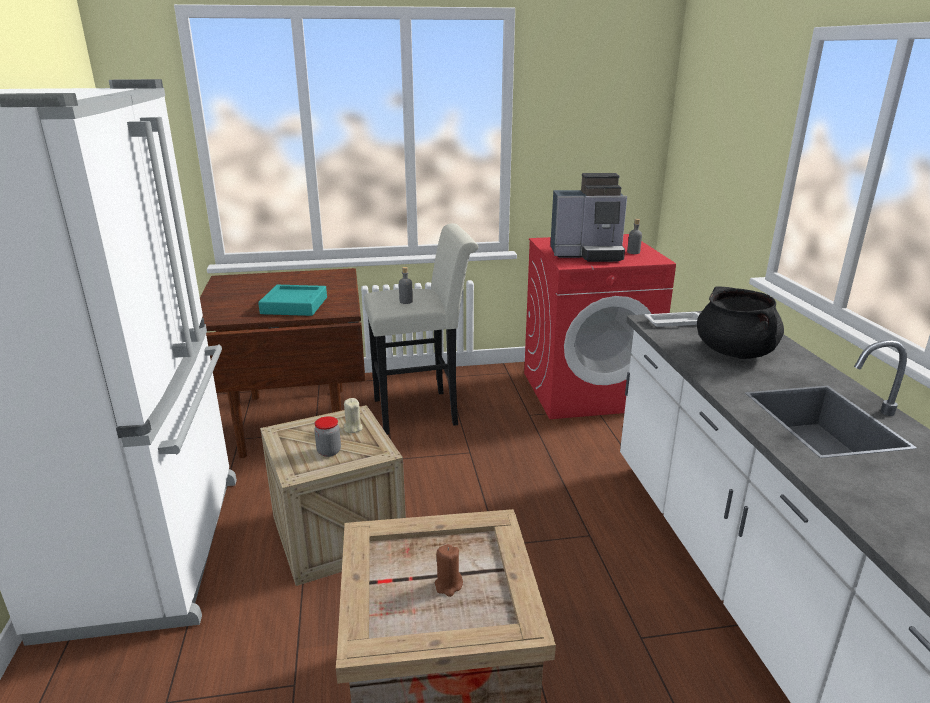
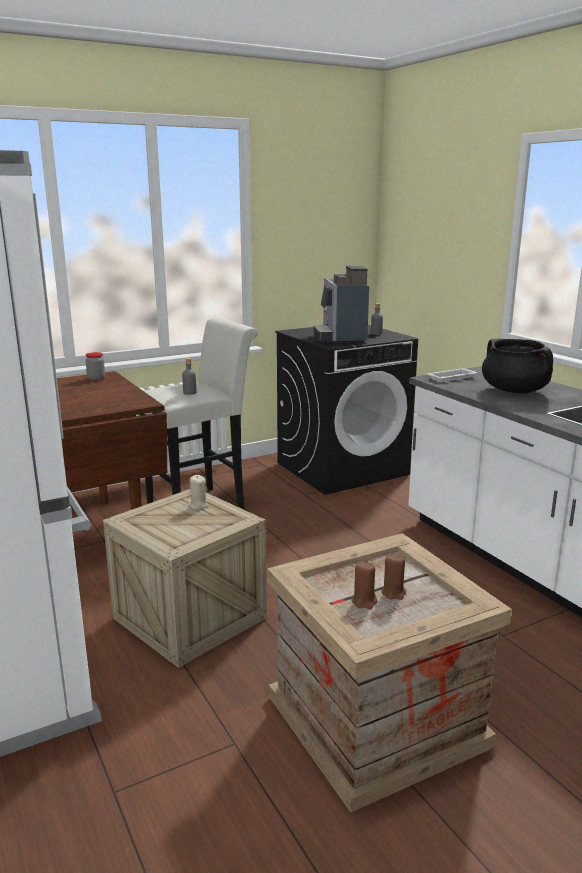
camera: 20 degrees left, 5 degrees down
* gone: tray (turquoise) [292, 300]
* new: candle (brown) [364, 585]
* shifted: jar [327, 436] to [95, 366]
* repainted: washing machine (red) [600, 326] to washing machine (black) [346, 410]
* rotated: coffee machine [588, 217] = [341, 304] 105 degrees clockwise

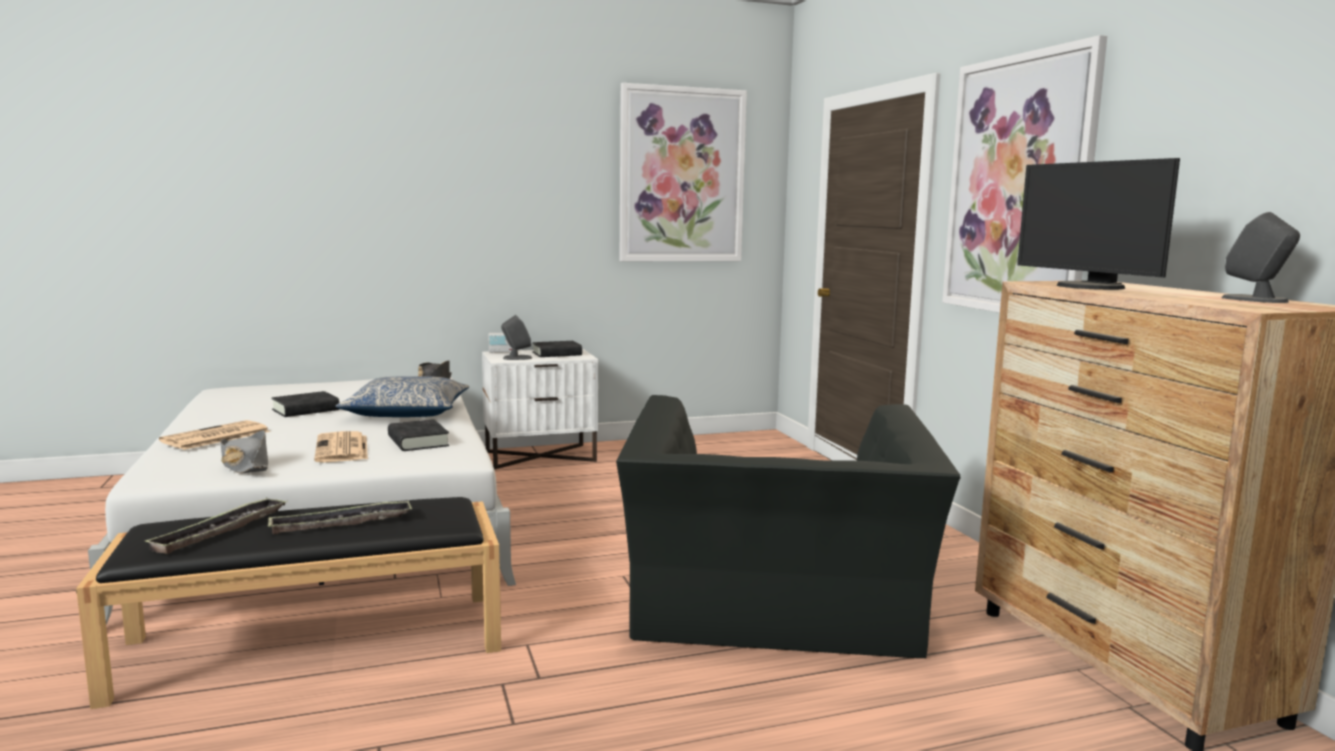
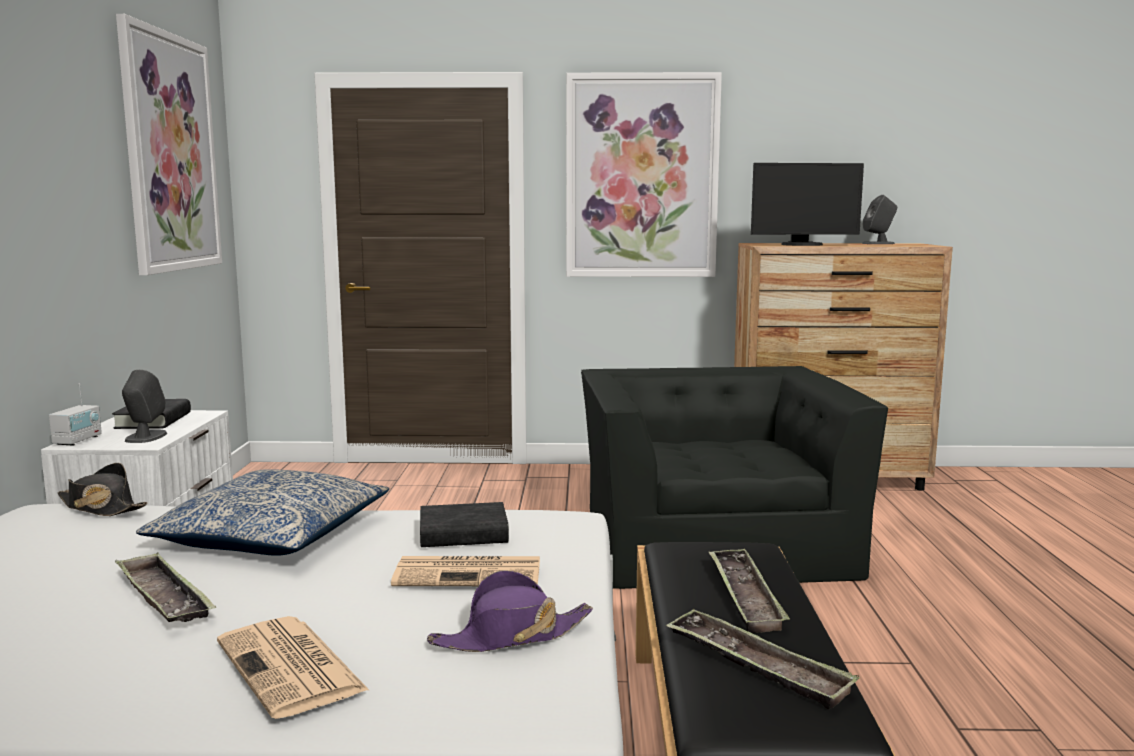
camera: 70 degrees left, 0 degrees up
* swapped: book (black) [305, 404] to tray [165, 587]
* repainted: hat (grey) [244, 452] to hat (purple) [510, 611]
* rotated: armchair (black) [788, 526] = [734, 477] 120 degrees counterclockwise

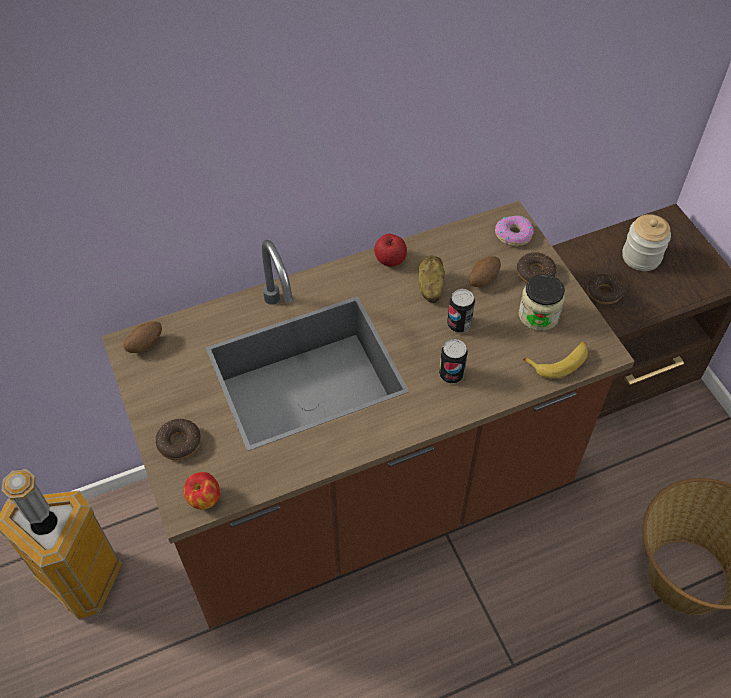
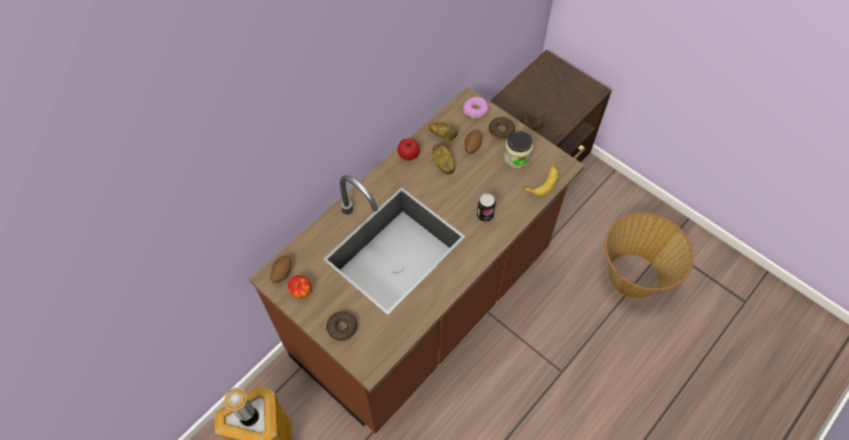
camera: 25 degrees left, 5 degrees up
* gone: can [461, 311]
* gone: jar [646, 242]
* new: potato [443, 132]
* shifted: apple [202, 490] to [300, 287]

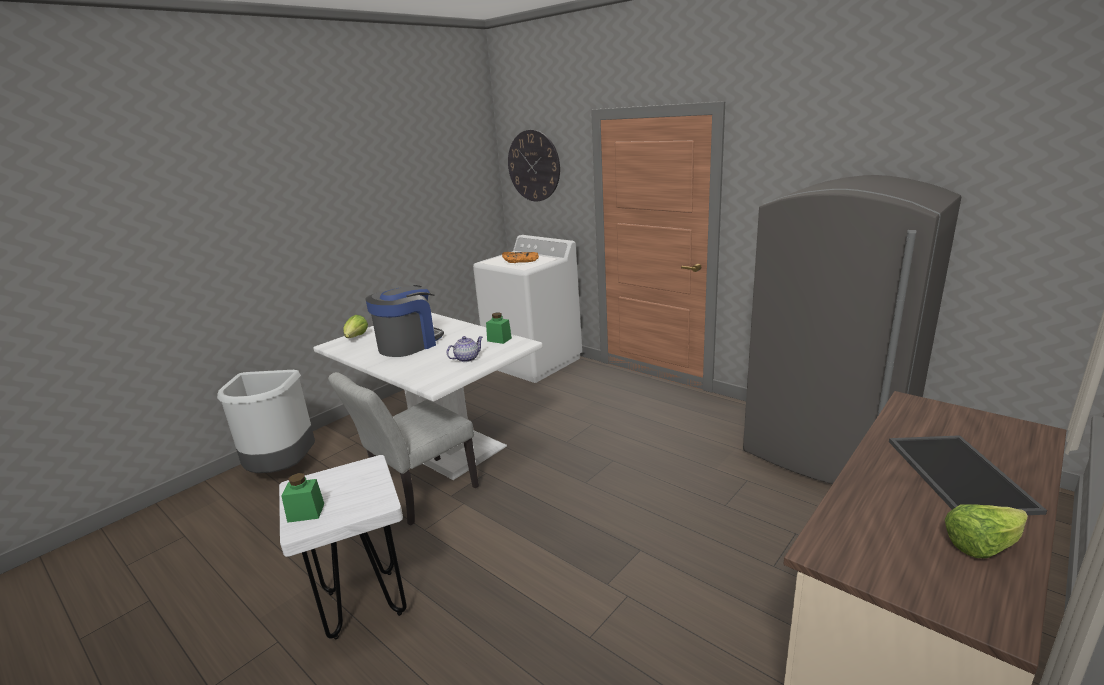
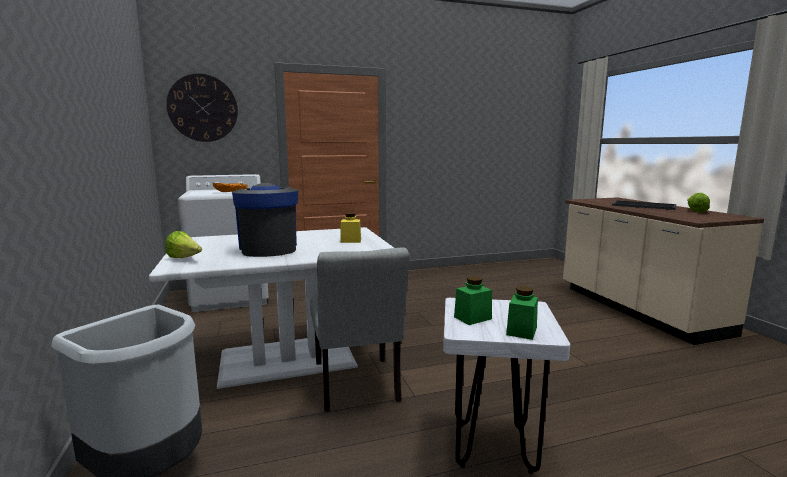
camera: 60 degrees left, 10 degrees down
* gone: fridge (grey) [852, 329]
* shifted: jar (green) [499, 328] to [473, 300]
* swapped: teapot [465, 349] to jar (yellow) [350, 228]

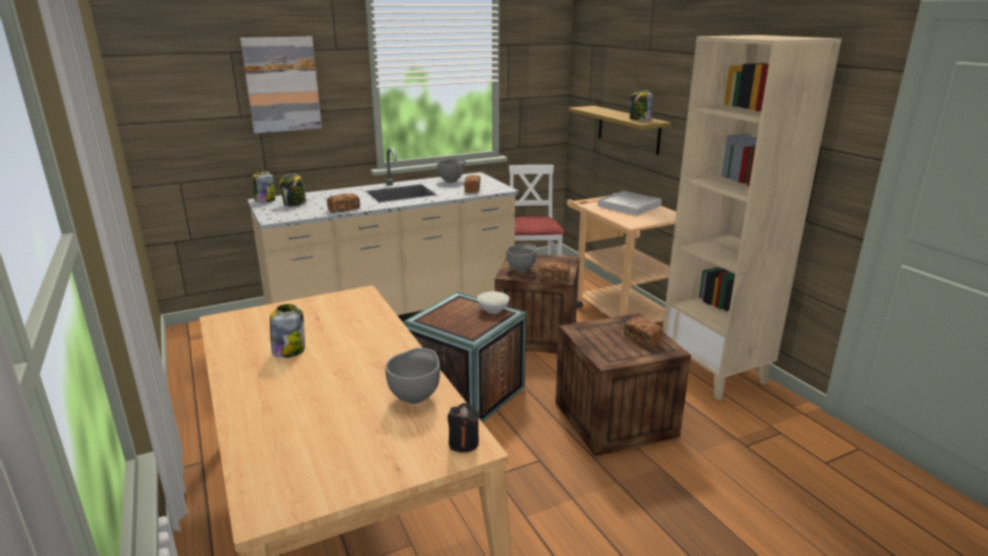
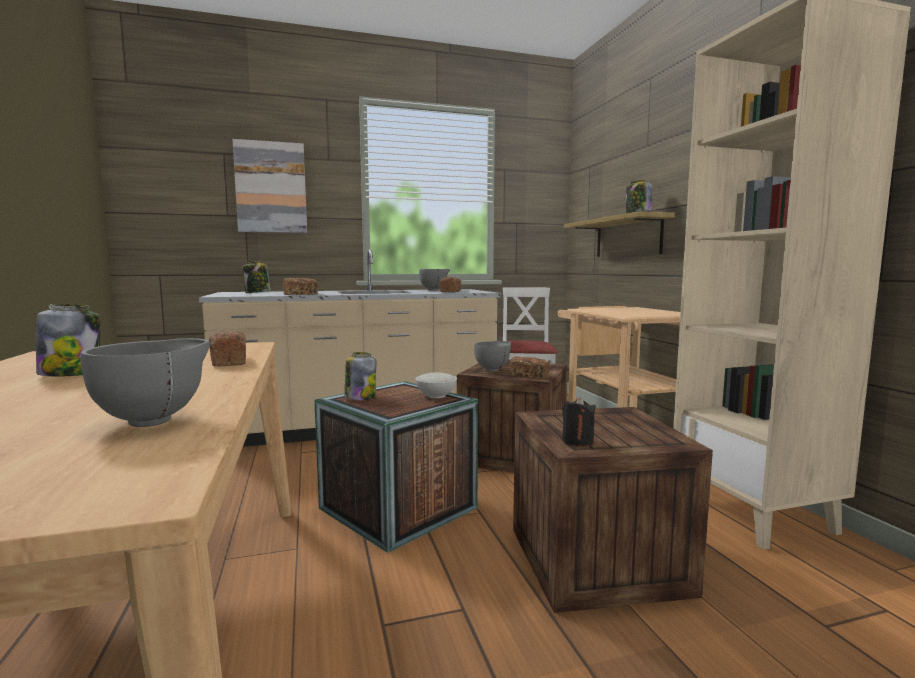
camera: 10 degrees right, 15 degrees down
* gone: tray (white) [630, 203]
* shifted: jar [264, 186] to [360, 376]
* shifted: candle (black) [463, 428] to [579, 421]
* shifted: bread [643, 332] to [227, 349]

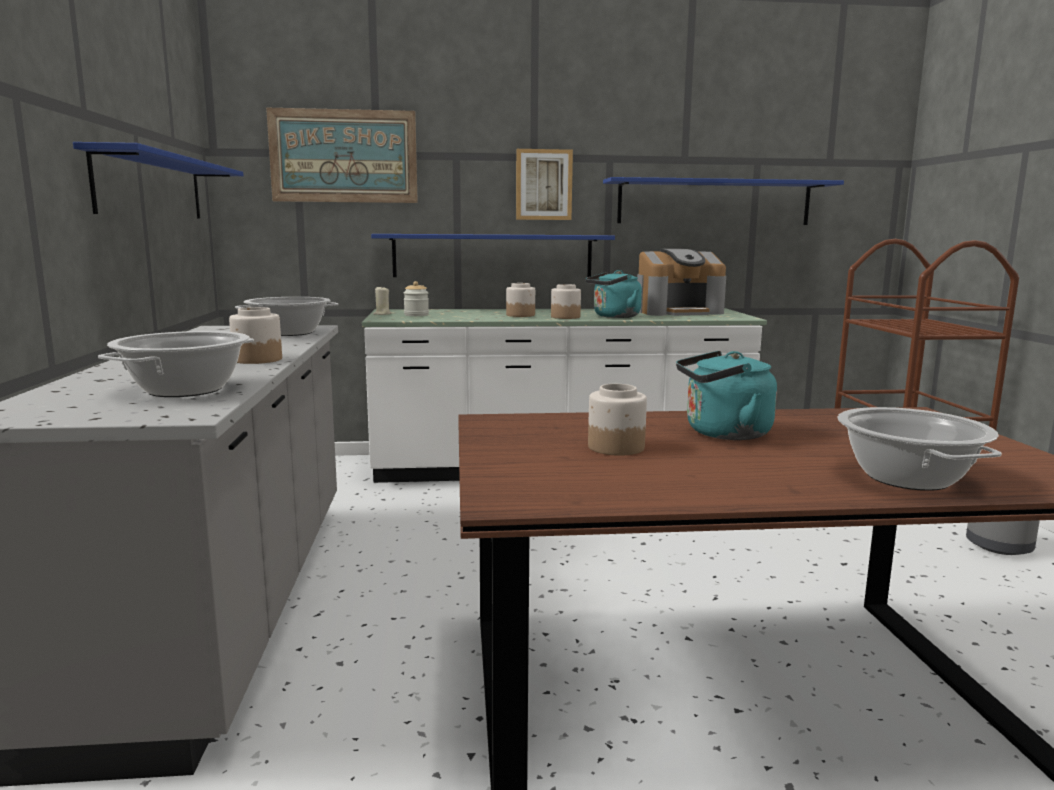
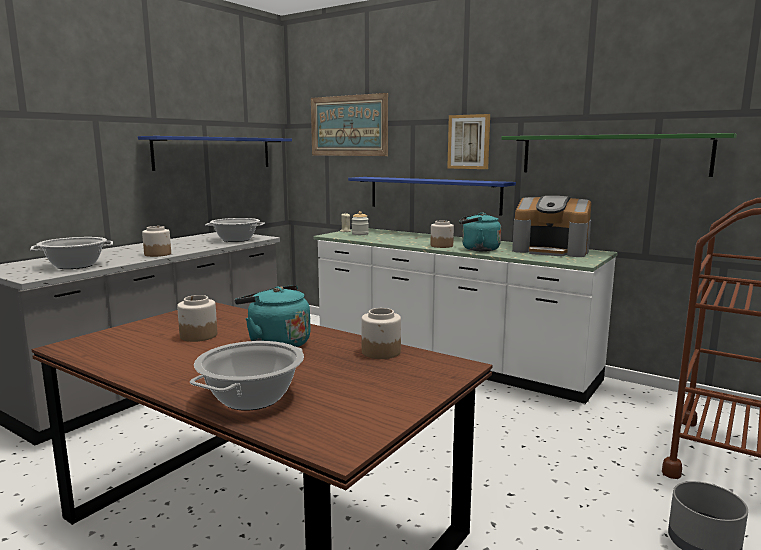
camera: 40 degrees right, 0 degrees up
* shifted: jar [520, 300] to [381, 333]
* repainted: shelf (blue) [723, 201] to shelf (green) [619, 155]

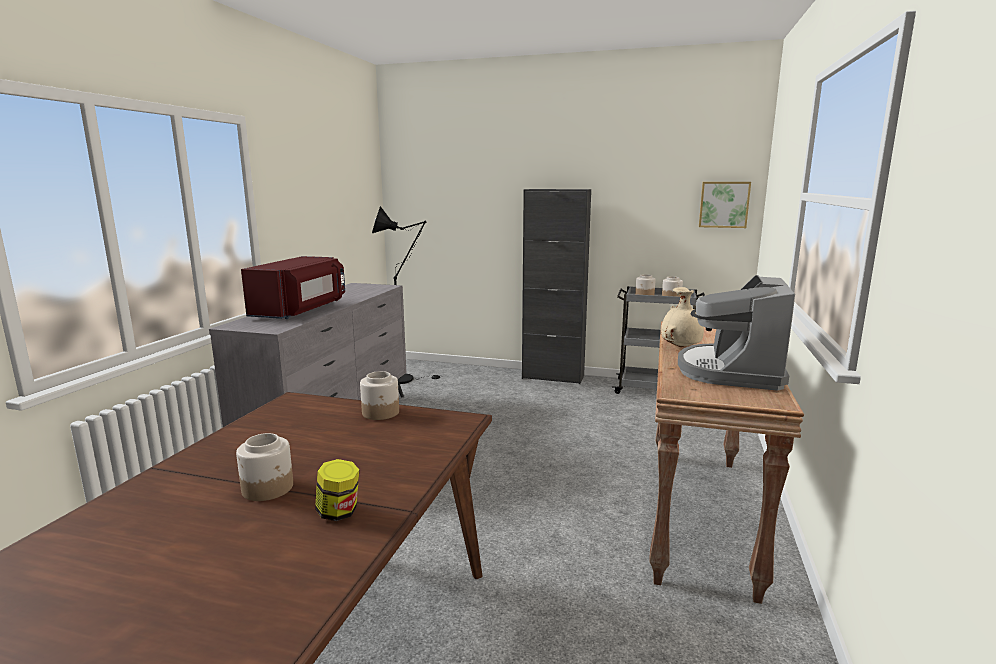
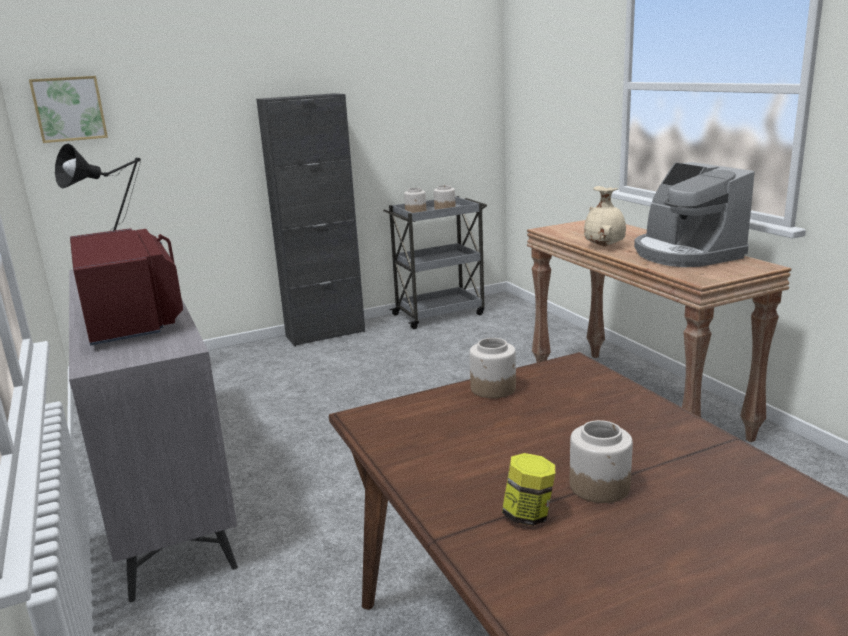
camera: 40 degrees left, 5 degrees up
* shifted: jar [337, 490] to [528, 489]
* shifted: picture [725, 205] to [68, 109]

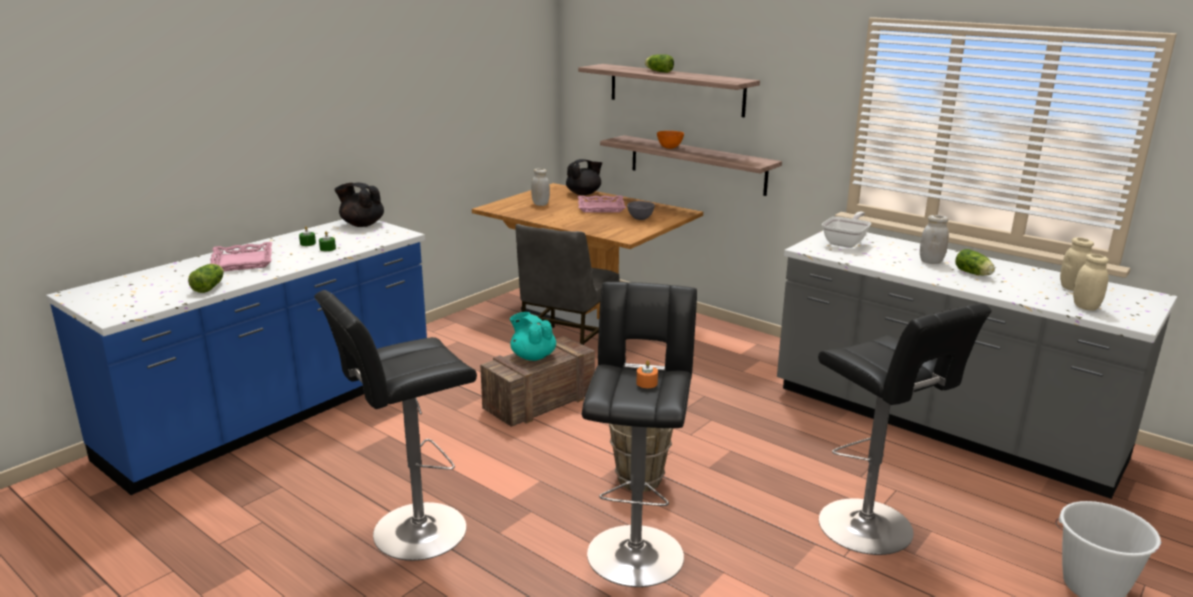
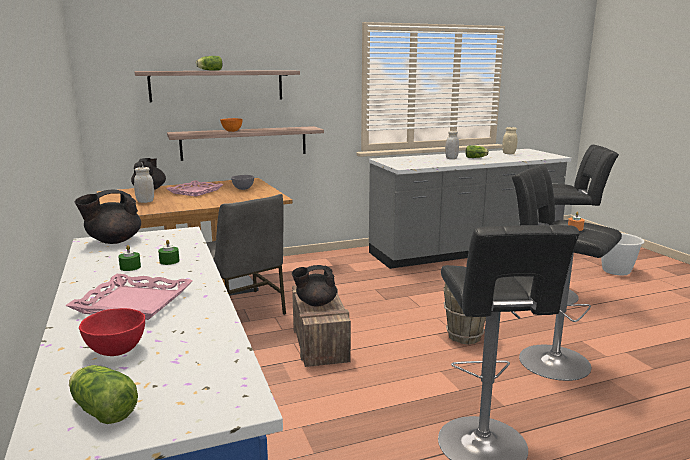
camera: 60 degrees left, 5 degrees down
* gone: frying pan [846, 230]
* gone: jar (beige) [1091, 282]
* new: bowl (red) [112, 332]
* shifted: lettuce [206, 278] to [103, 394]
* repainted: teapot (turquoise) [533, 336] to teapot (black) [314, 286]

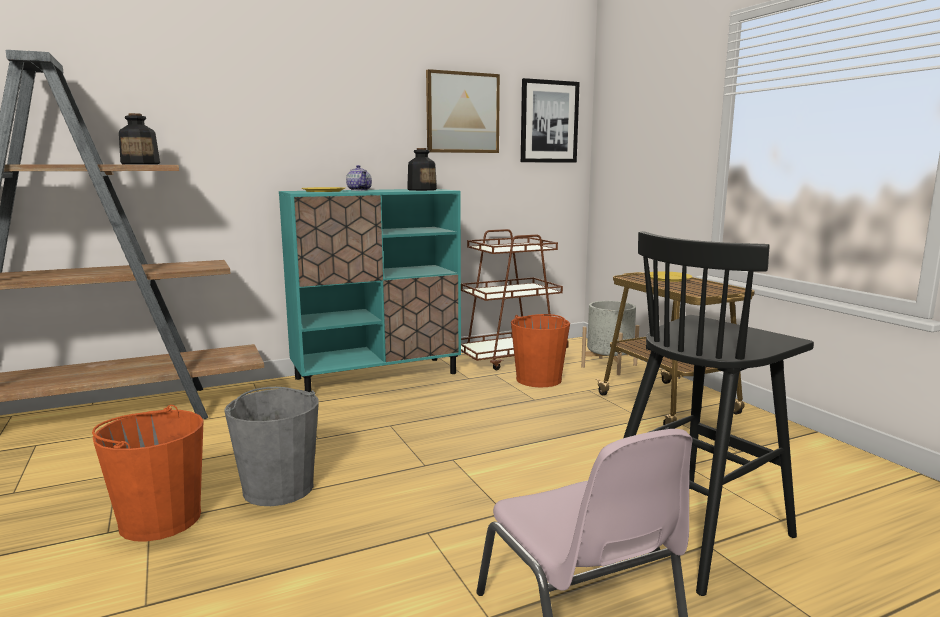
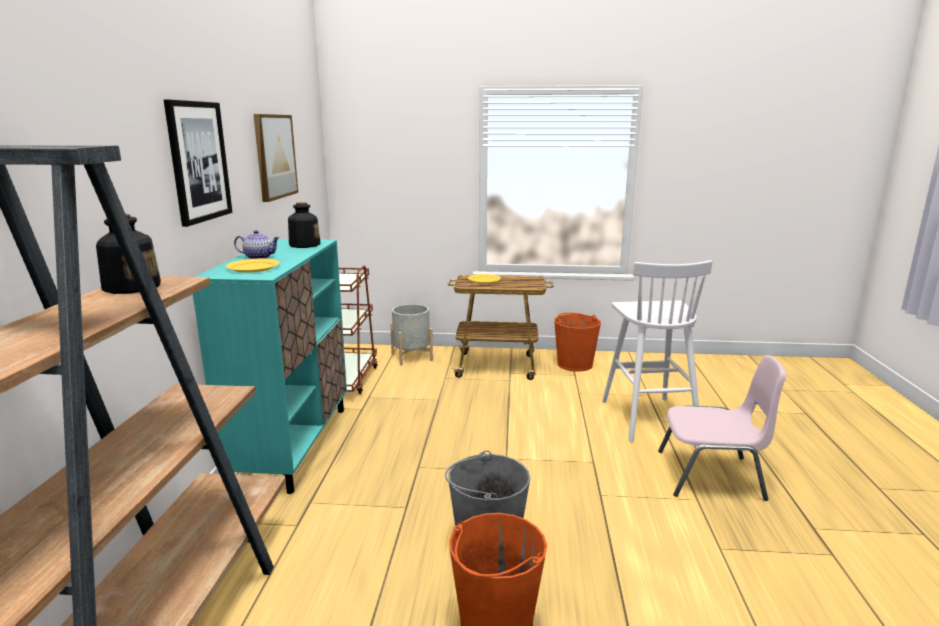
camera: 60 degrees left, 5 degrees up
* shifted: bucket (orange) [540, 350] to [577, 342]
* shifted: picture [550, 120] to [198, 163]
* repainted: stool (black) [718, 413] to stool (white) [657, 351]

